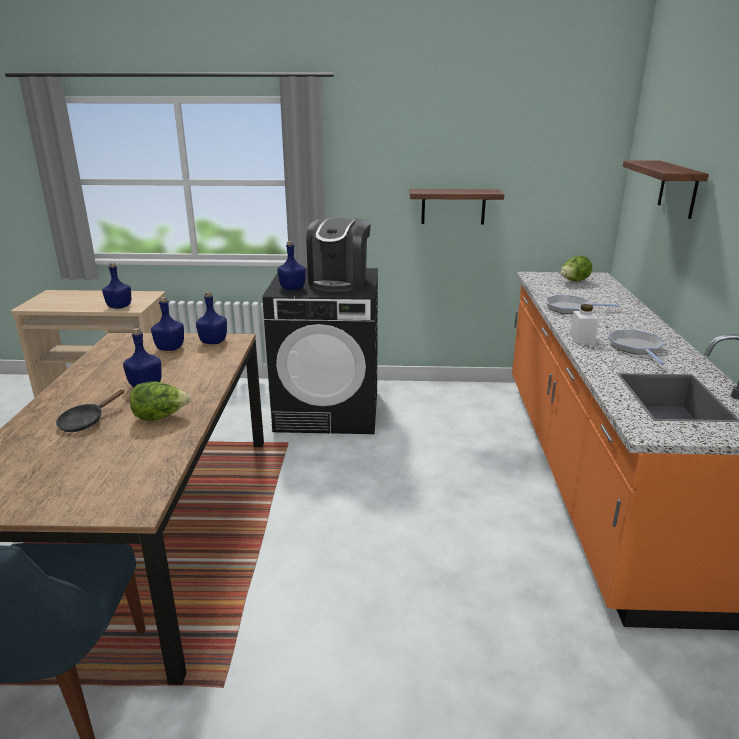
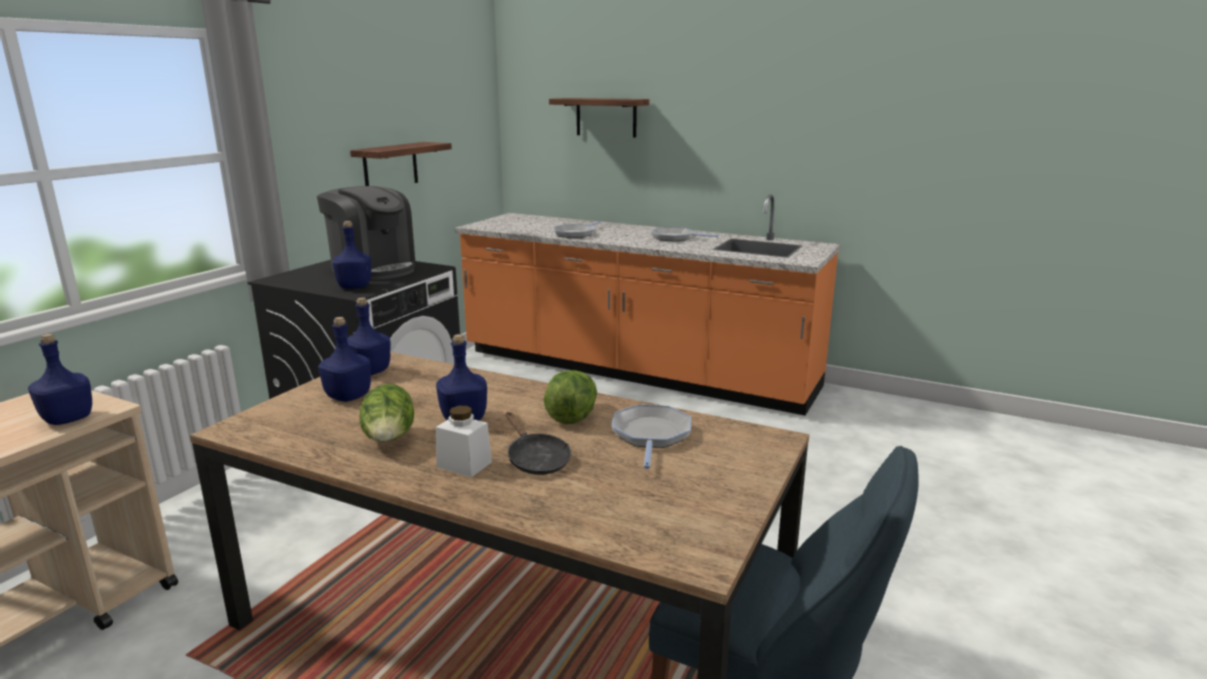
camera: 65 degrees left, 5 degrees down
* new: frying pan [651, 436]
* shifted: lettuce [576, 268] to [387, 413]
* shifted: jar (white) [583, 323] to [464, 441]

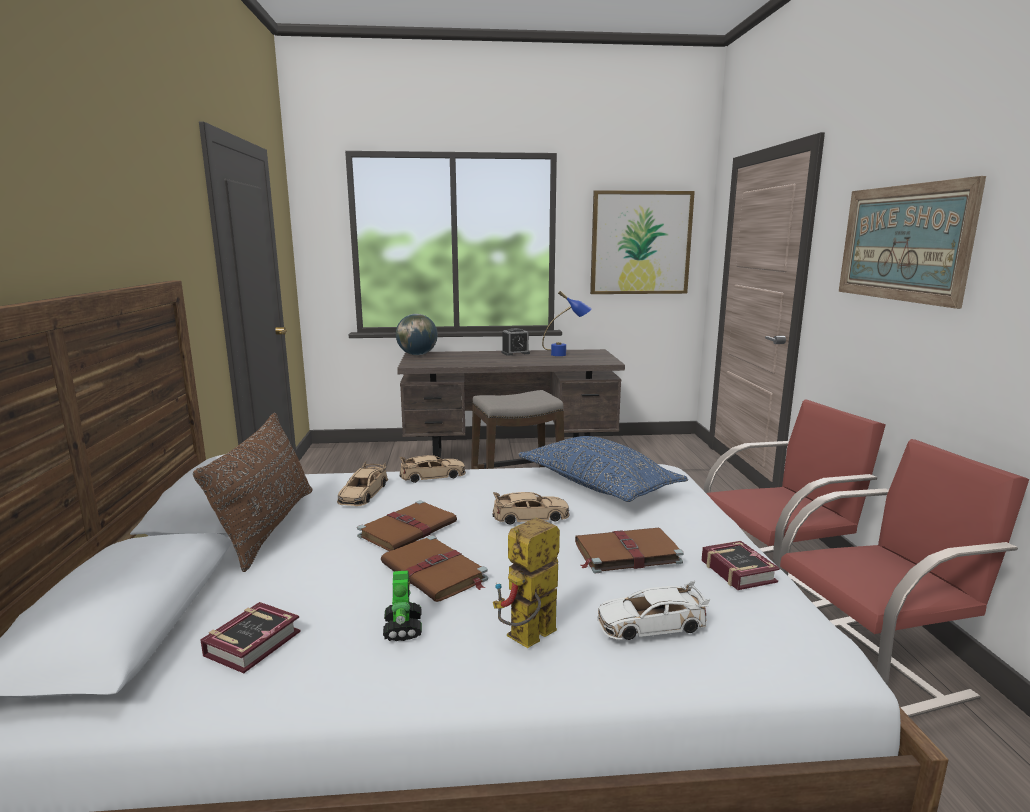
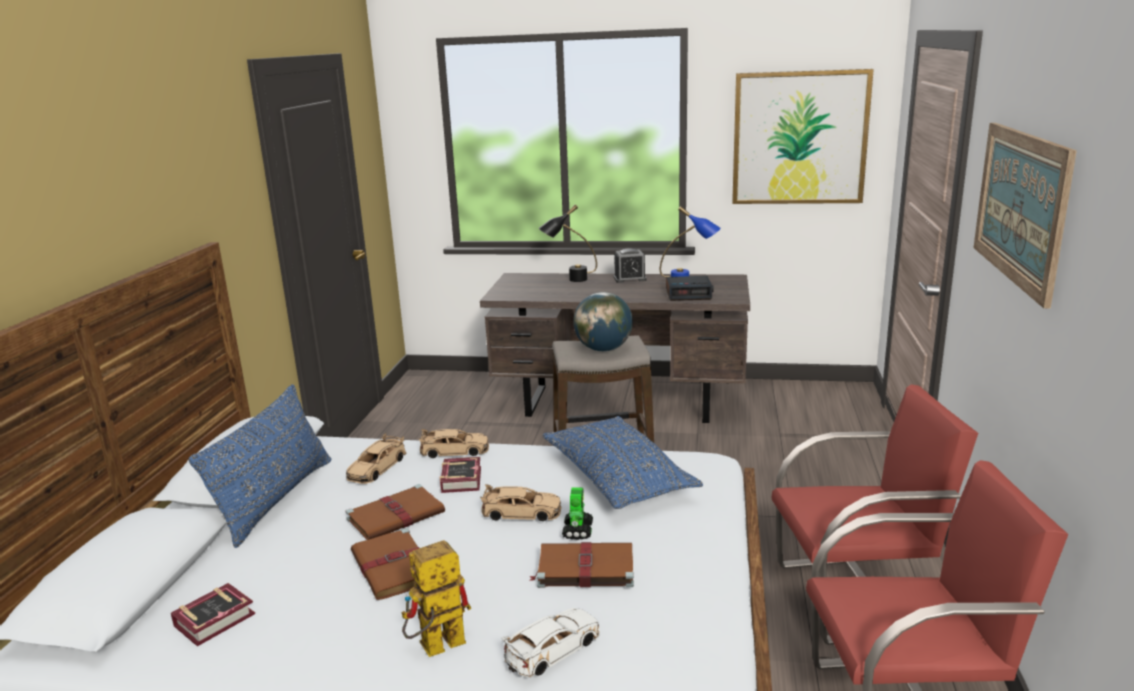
camera: 15 degrees right, 5 degrees up
* new: table lamp (black) [567, 243]
* new: alarm clock [690, 288]
* shifted: toy robot [402, 605] to [577, 513]
* shifted: globe [417, 334] to [603, 321]
* shifted: book [741, 565] to [460, 475]
* repainted: pillow (brown) [253, 492] to pillow (blue) [259, 466]
* rotated: toy car (white) [654, 610] = [550, 643] 135 degrees clockwise

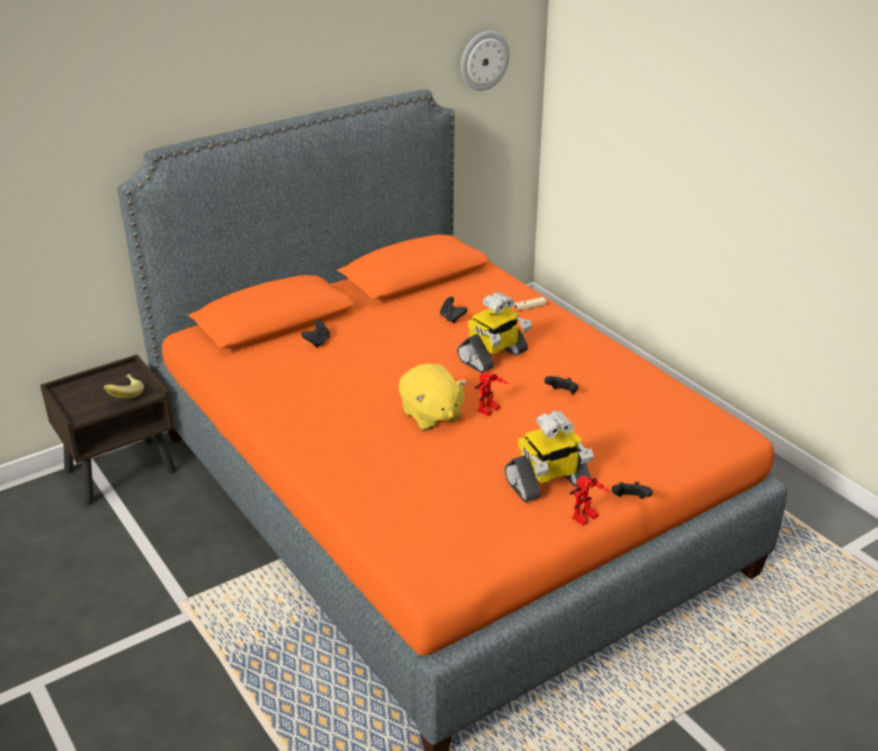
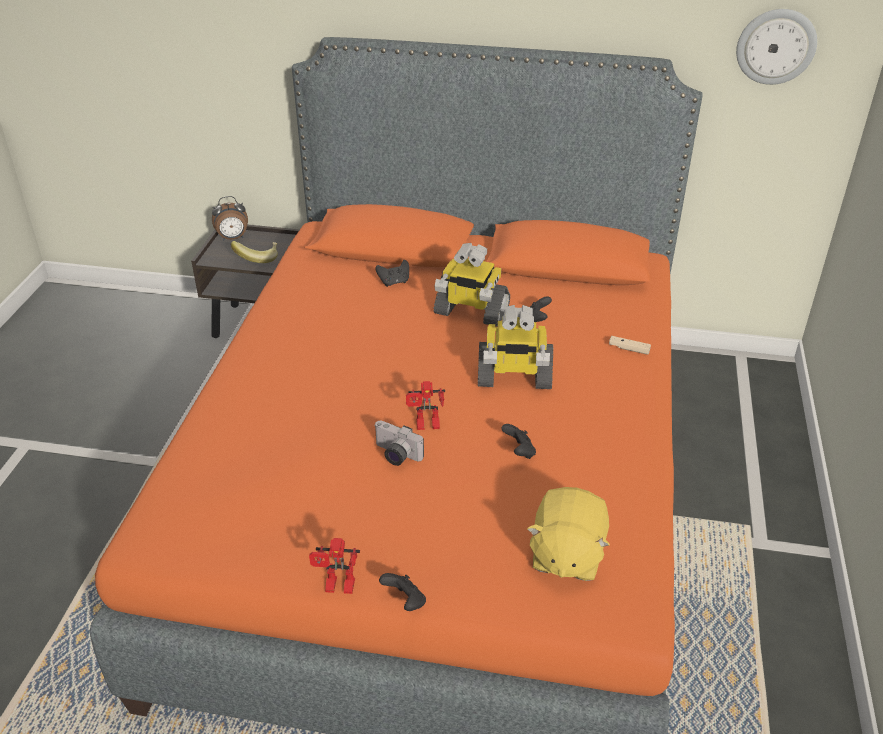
camera: 45 degrees right, 5 degrees up
* new: alarm clock [230, 218]
* new: photo camera [399, 443]
* shifted: plush toy (yellow) [433, 397] to [568, 534]
* shifted: toy robot [549, 456] to [472, 285]

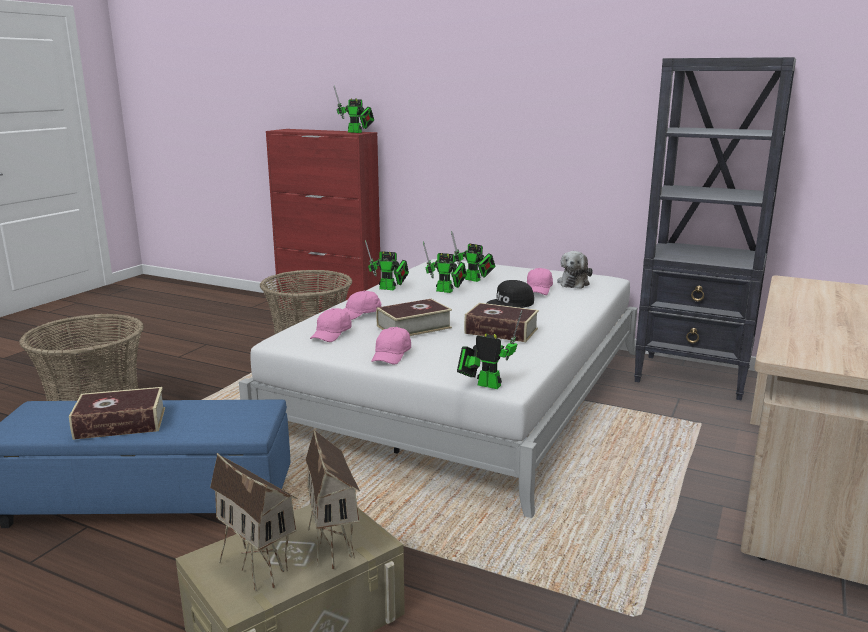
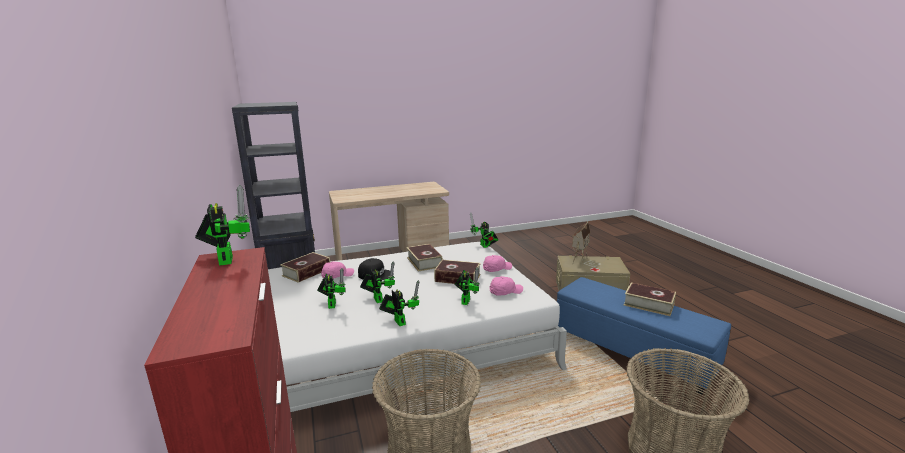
camera: 135 degrees left, 0 degrees up
* gone: toy house [254, 522]
* swapped: cap (pink) [361, 305] to toy robot [467, 286]
* swapped: plush toy [575, 270] to book [305, 267]

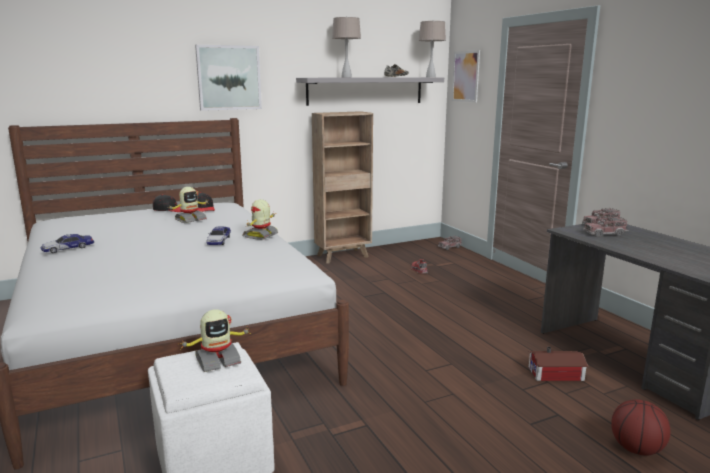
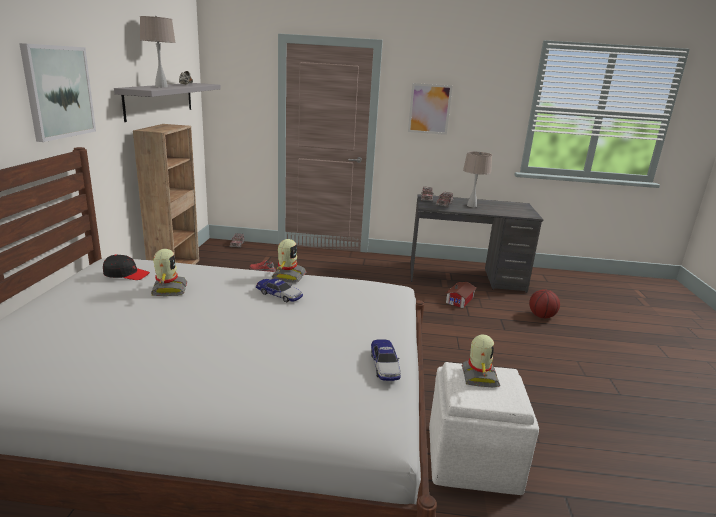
camera: 60 degrees left, 5 degrees up
* gone: cap (black) [167, 203]
* shifted: toy car [67, 243] to [386, 360]
* shifted: table lamp (beige) [432, 48] to [477, 179]
* shifted: picture [466, 76] to [430, 109]
* rotated: toy robot [260, 219] = [288, 261] 135 degrees counterclockwise

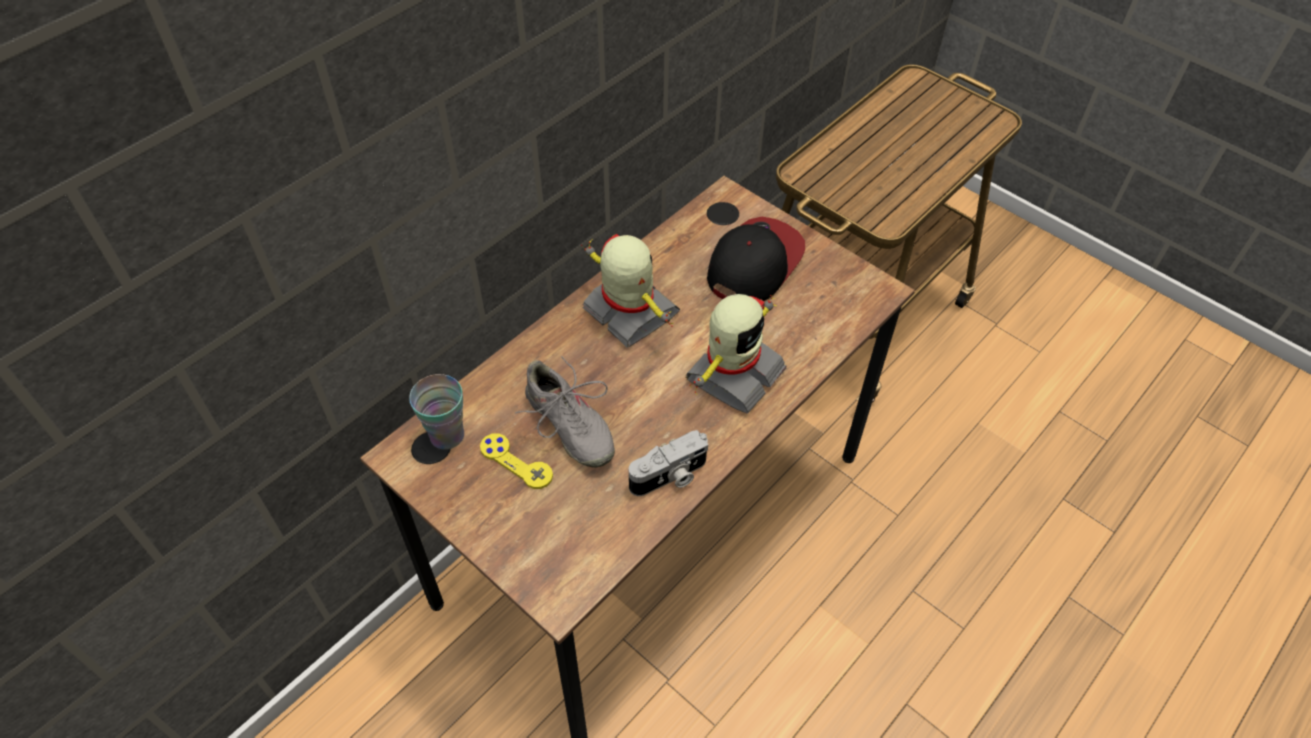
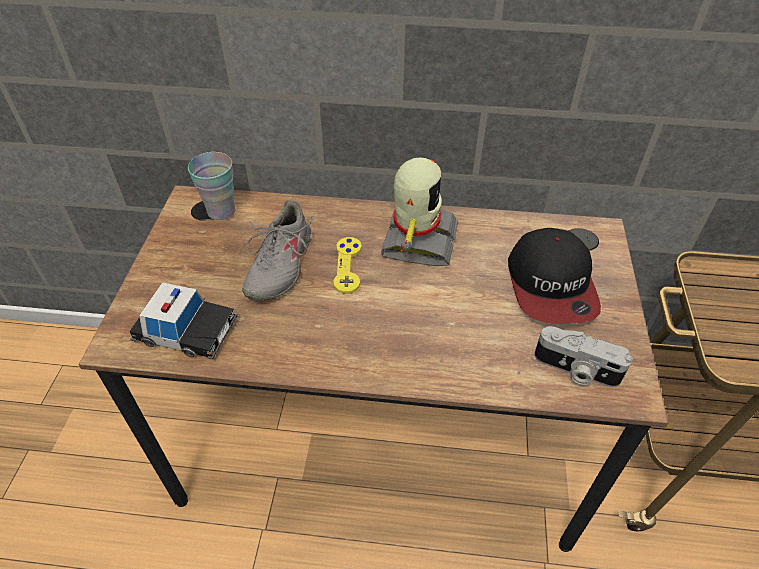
camera: 55 degrees right, 5 degrees down
* gone: toy robot [736, 354]
* new: toy car [183, 321]
* shifted: game controller (yellow) [516, 461] to [347, 265]
* shifted: photo camera [668, 463] to [583, 356]
* rotated: cap [756, 259] = [554, 276] 90 degrees clockwise

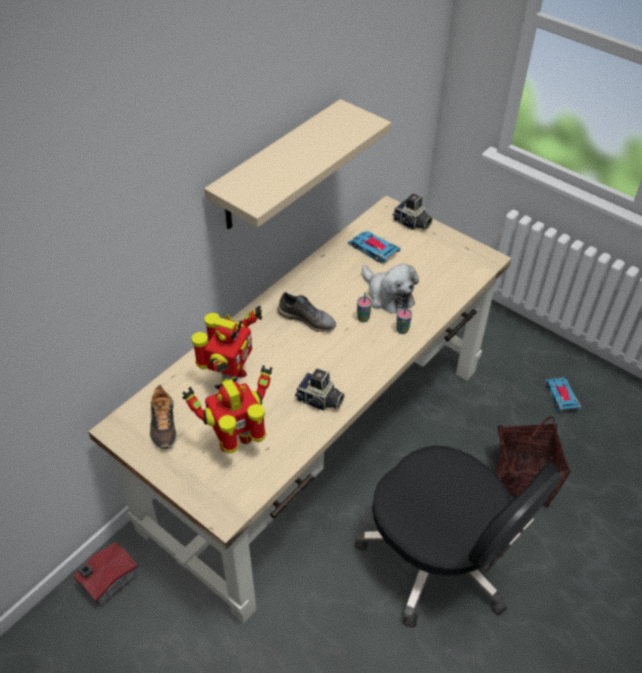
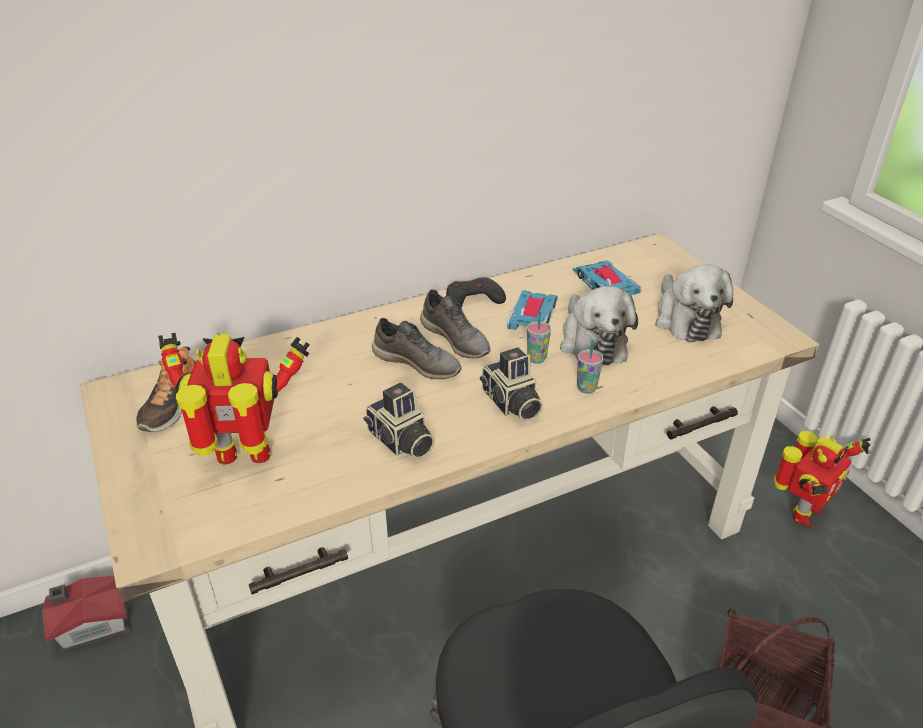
camera: 25 degrees right, 10 degrees down
* gone: shelf (beige) [297, 164]
* new: shoe (grey) [416, 348]
* new: game controller (black) [476, 292]
* new: plush toy [694, 303]
* shifted: toy robot [227, 344] to [822, 479]
* shifted: photo camera [412, 211] to [511, 384]
* shifted: toy car [563, 394] to [532, 310]

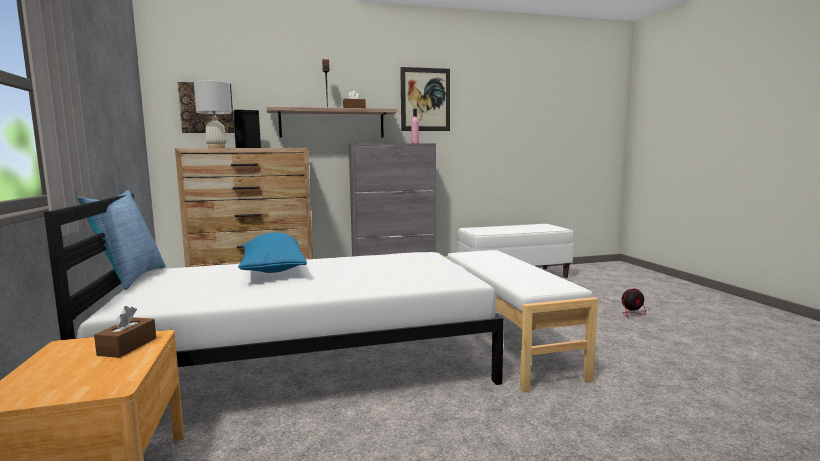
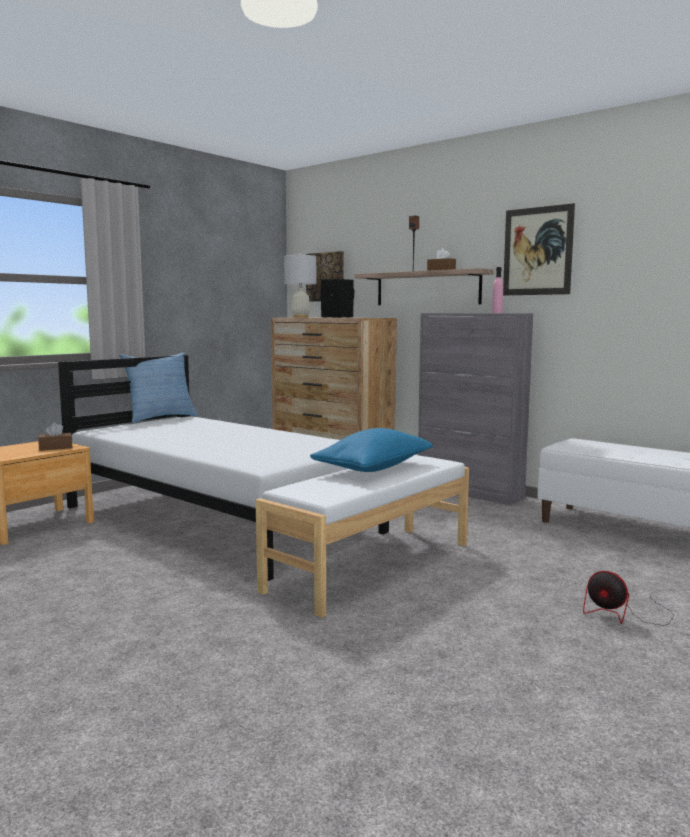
camera: 55 degrees right, 0 degrees up
* shifted: pillow (blue) [272, 253] to [371, 450]

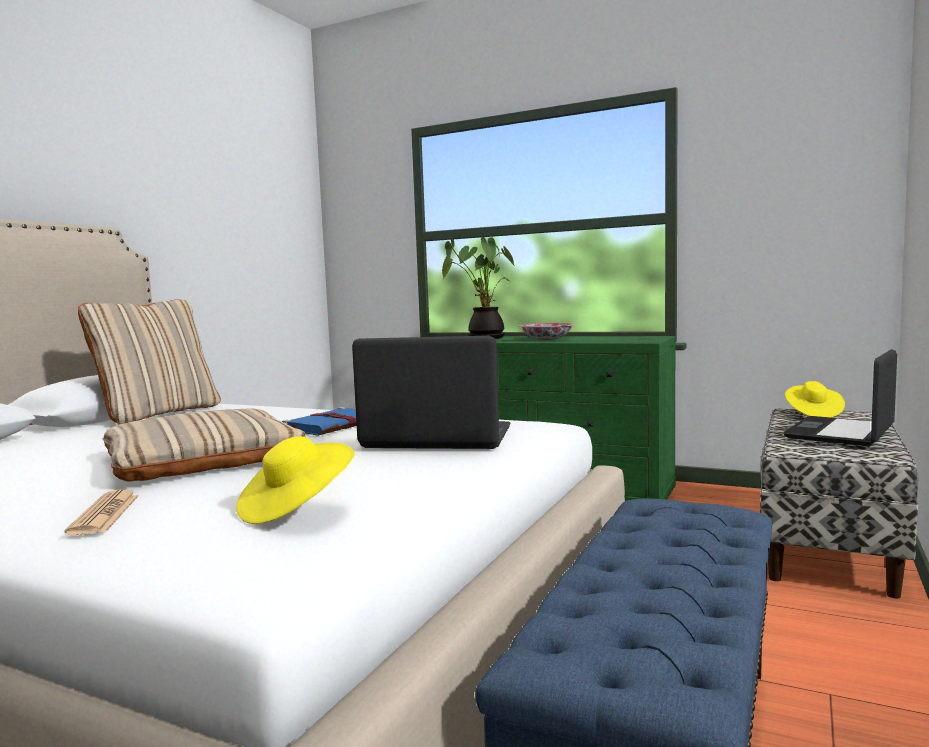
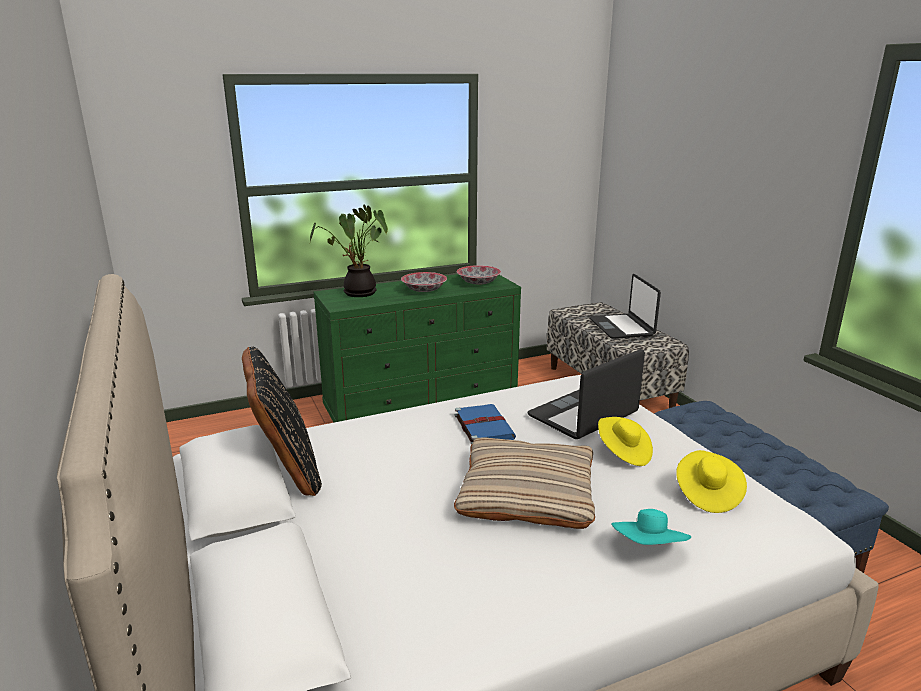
camera: 50 degrees left, 15 degrees up
* new: bowl [479, 274]
* shifted: hat (yellow) [815, 399] to [625, 441]
* swapped: newspaper [101, 512] to hat (turquoise) [651, 527]
* repainted: pillow (beige) [149, 362] to pillow (black) [282, 421]

